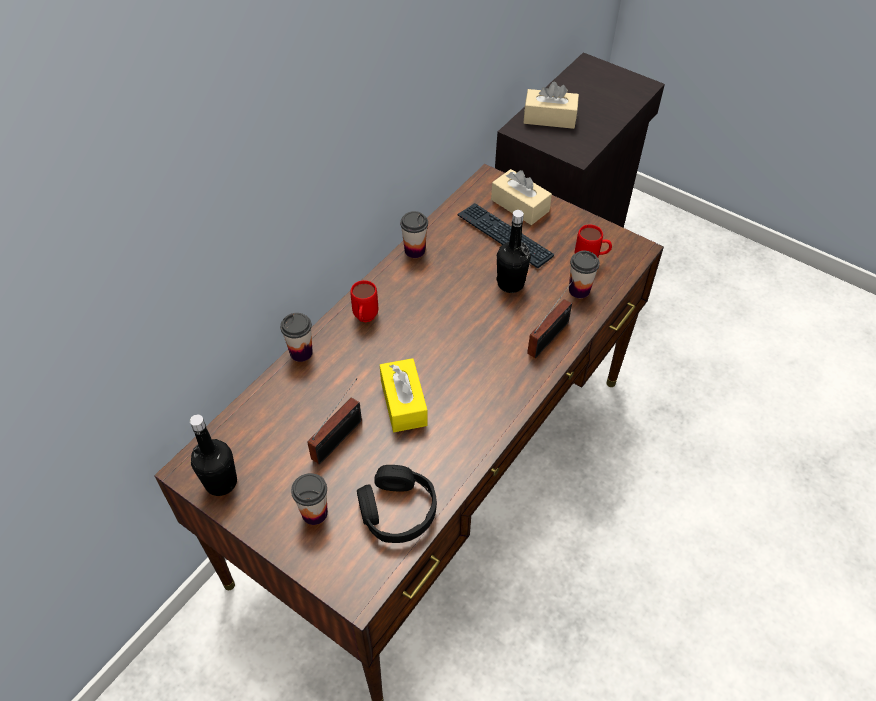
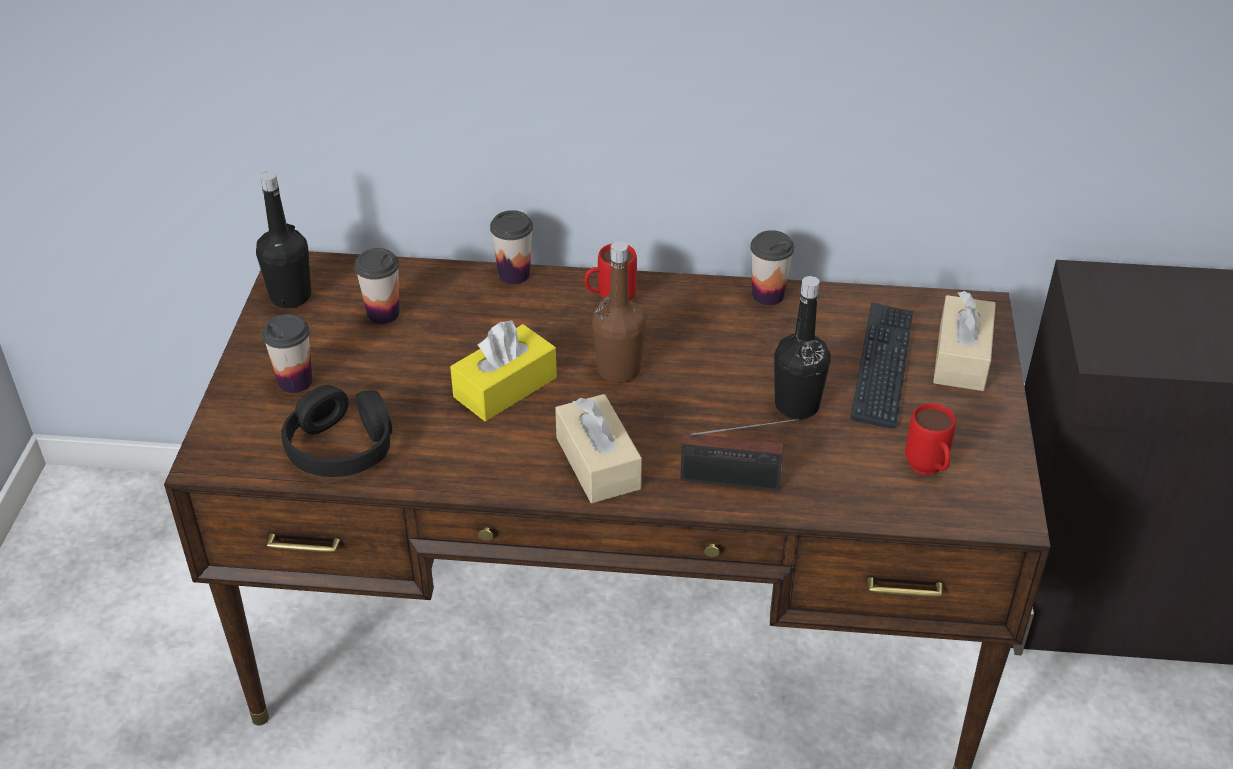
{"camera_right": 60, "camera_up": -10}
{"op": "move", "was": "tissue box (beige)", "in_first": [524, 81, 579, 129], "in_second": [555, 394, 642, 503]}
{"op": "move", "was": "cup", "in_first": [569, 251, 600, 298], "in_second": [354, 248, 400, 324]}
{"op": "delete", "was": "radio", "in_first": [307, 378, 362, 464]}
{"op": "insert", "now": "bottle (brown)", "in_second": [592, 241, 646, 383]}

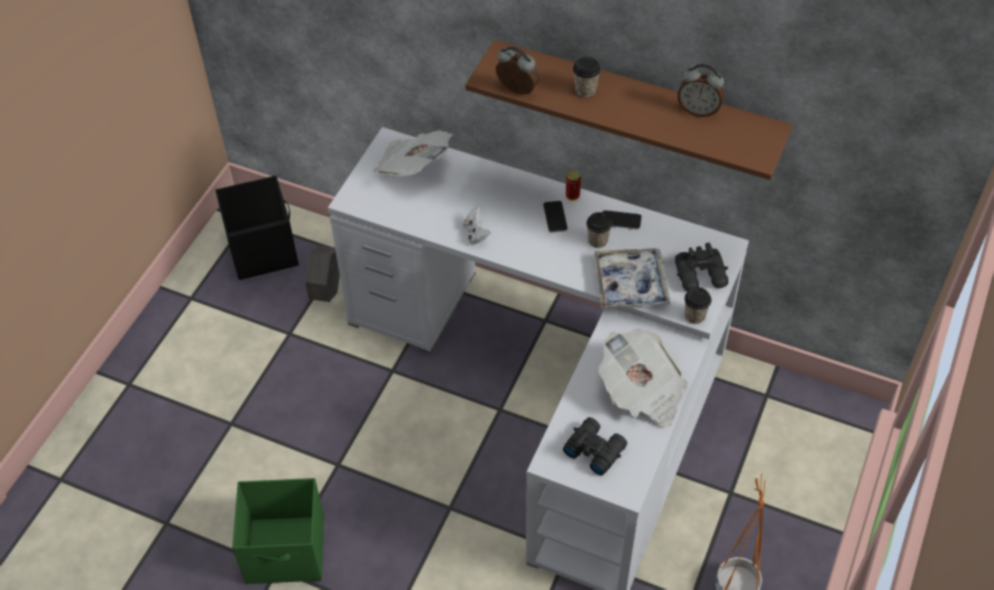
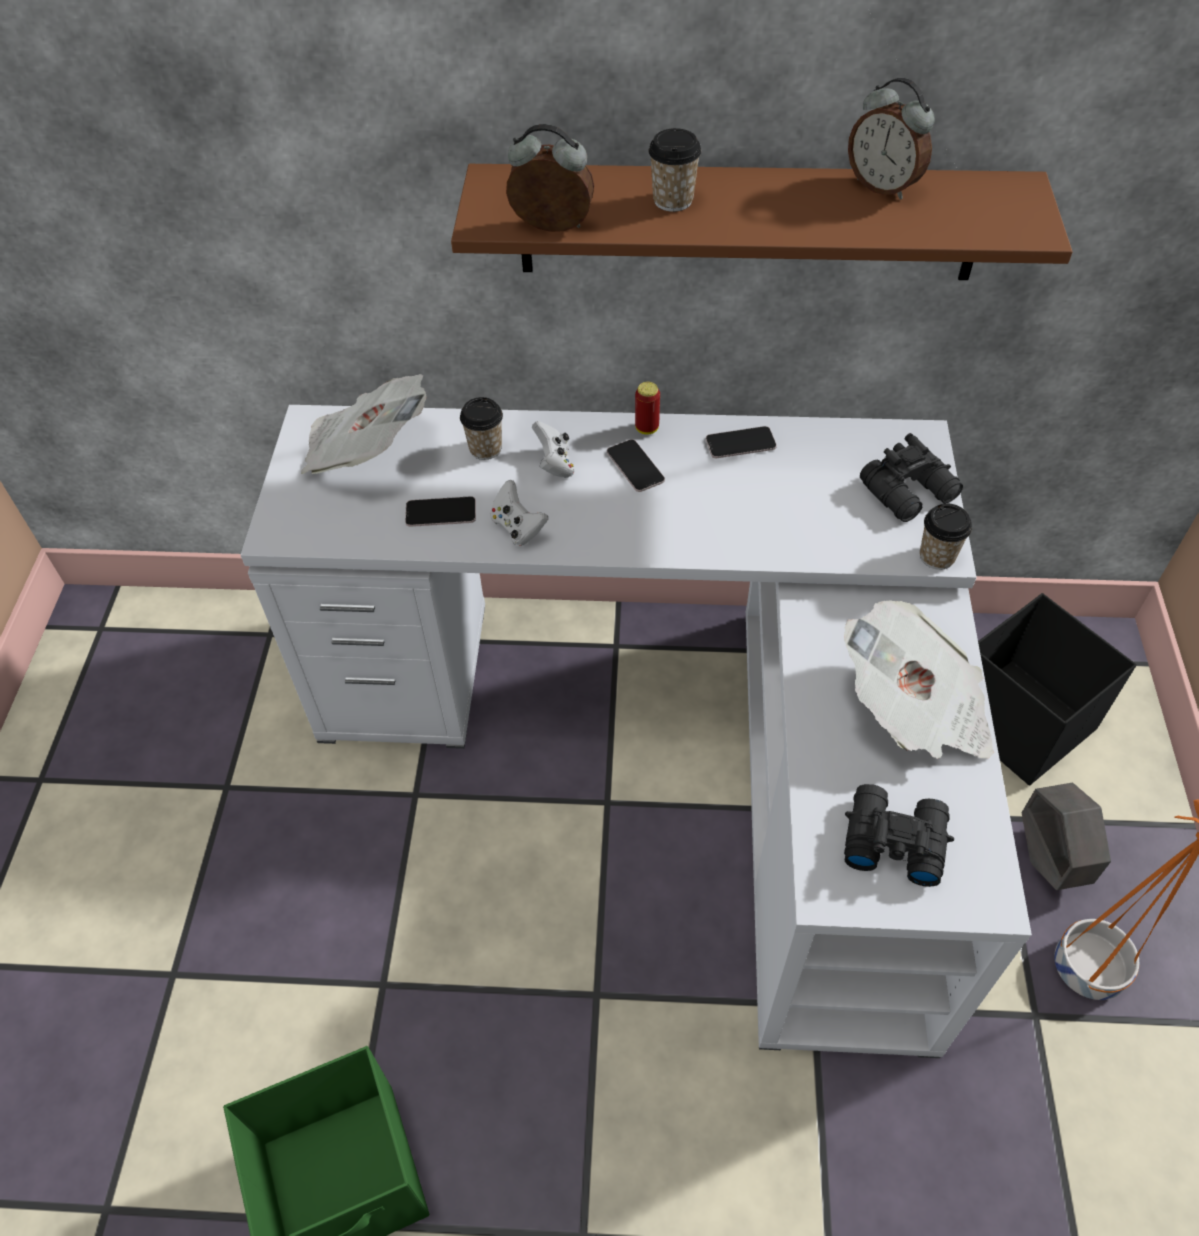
{"camera_right": -20, "camera_up": 0}
{"op": "rotate", "was": "alarm clock", "in_first": [678, 64, 724, 117], "in_second": [848, 78, 935, 200], "clockwise": 45}
{"op": "move", "was": "storage box (black)", "in_first": [215, 175, 299, 280], "in_second": [978, 593, 1136, 785]}
{"op": "move", "was": "cup", "in_first": [586, 212, 612, 248], "in_second": [460, 397, 503, 460]}
{"op": "move", "was": "planter (grey)", "in_first": [305, 245, 340, 302], "in_second": [1022, 783, 1111, 890]}
{"op": "delete", "was": "tray", "in_first": [594, 248, 670, 308]}
{"op": "insert", "now": "game controller (white)", "in_second": [532, 421, 574, 478]}
{"op": "insert", "now": "phone", "in_second": [405, 496, 476, 527]}

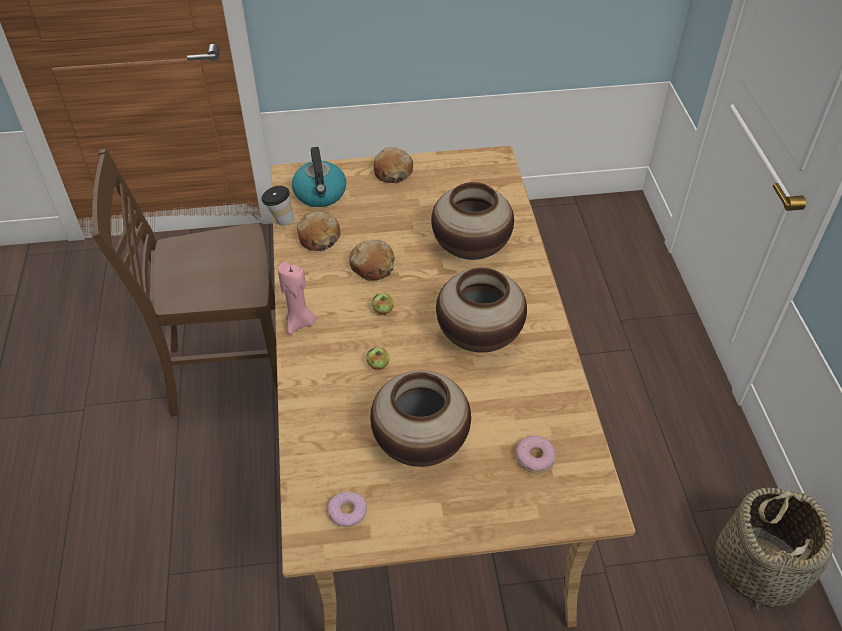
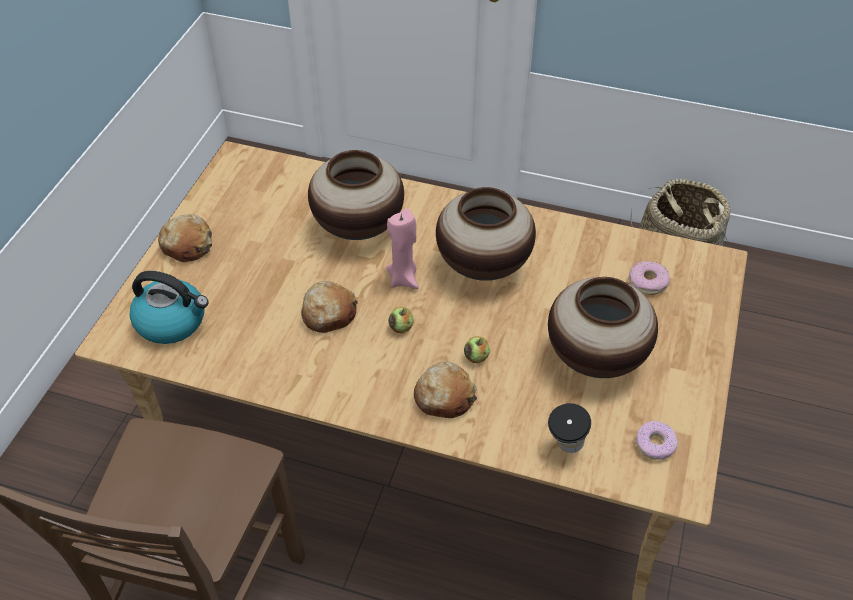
{"camera_right": -65, "camera_up": 0}
{"op": "move", "was": "cup", "in_first": [261, 186, 294, 226], "in_second": [548, 403, 591, 453]}
{"op": "move", "was": "bread", "in_first": [297, 212, 341, 251], "in_second": [414, 361, 477, 418]}
{"op": "move", "was": "candle (pink)", "in_first": [278, 262, 316, 334], "in_second": [386, 208, 419, 289]}

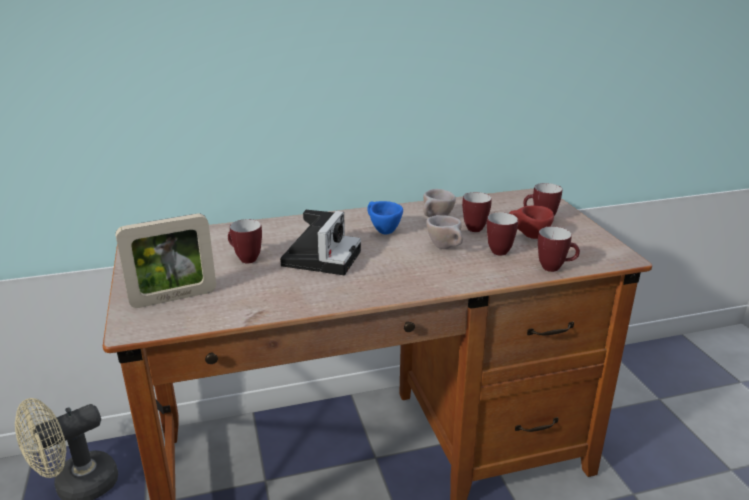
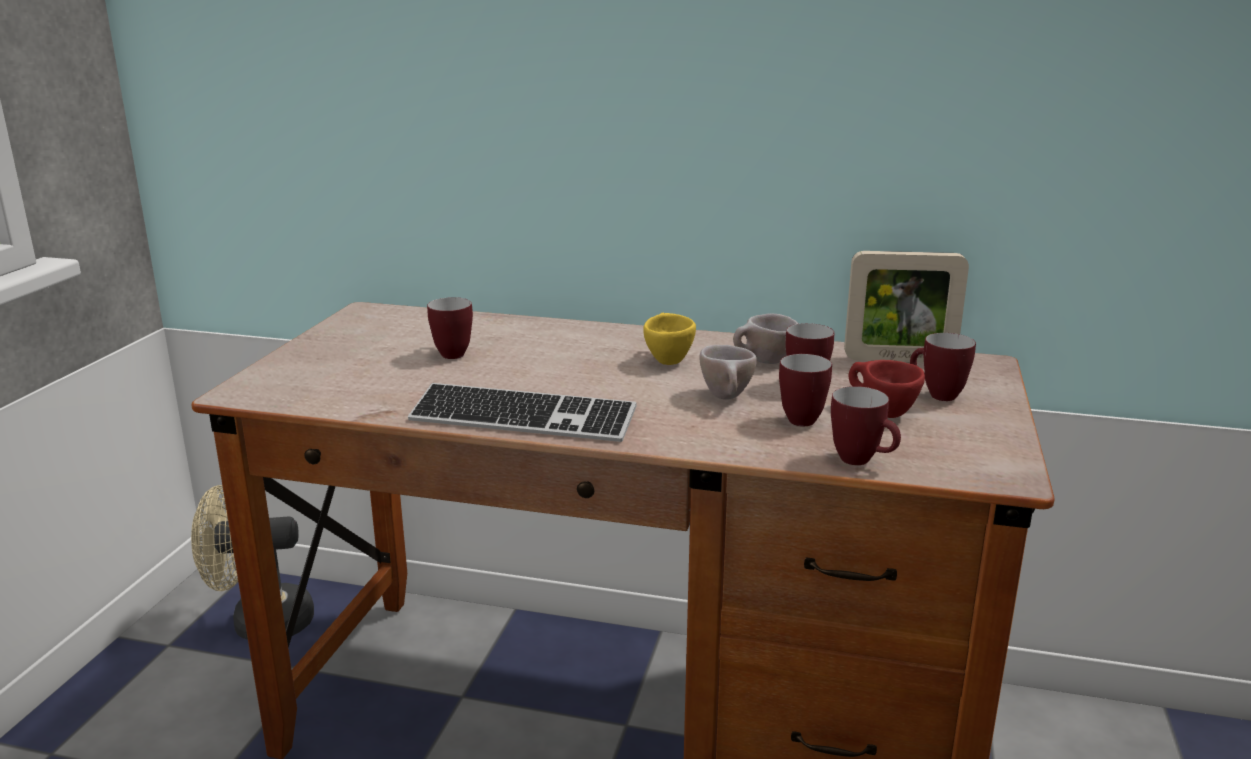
{"camera_right": 30, "camera_up": -5}
{"op": "recolor", "was": "cup (blue)", "now": "cup (yellow)", "in_first": [367, 201, 403, 234], "in_second": [644, 313, 696, 365]}
{"op": "delete", "was": "photo camera", "in_first": [280, 210, 361, 275]}
{"op": "move", "was": "picture frame", "in_first": [116, 213, 216, 308], "in_second": [844, 251, 969, 362]}
{"op": "insert", "now": "keyboard", "in_second": [408, 383, 637, 442]}

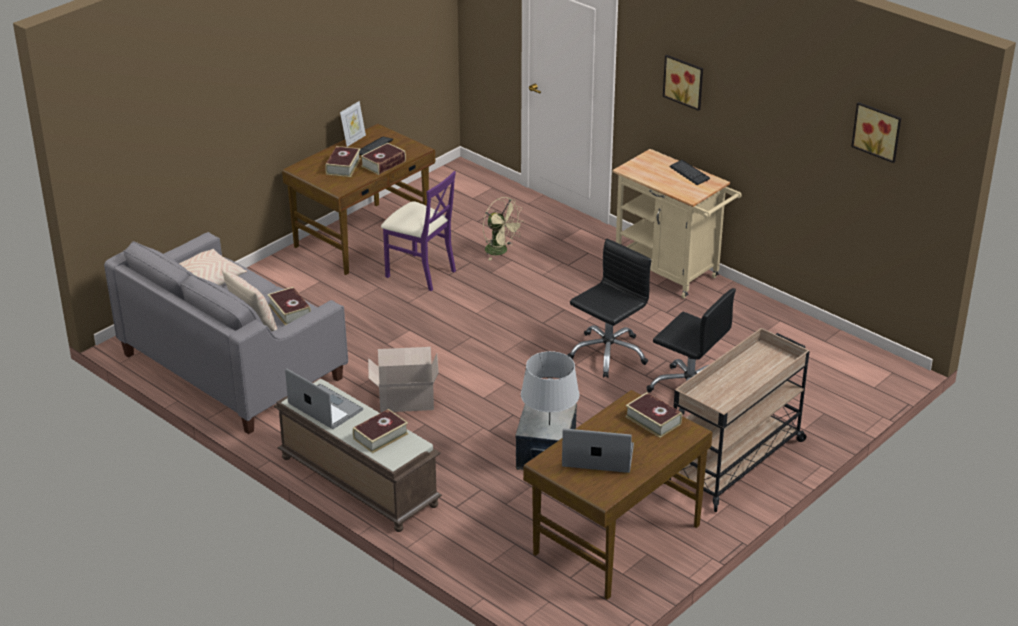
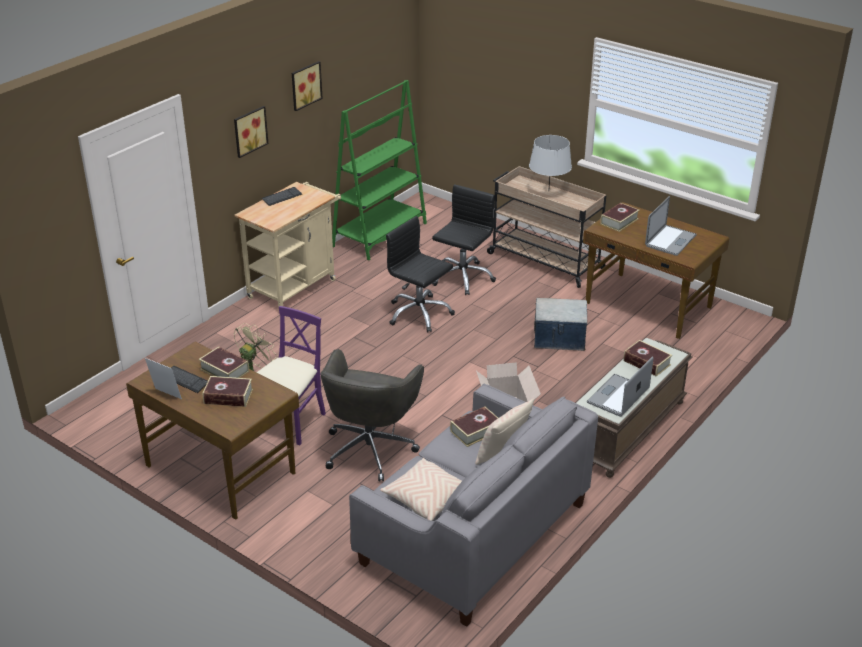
{"camera_right": -95, "camera_up": 0}
{"op": "move", "was": "picture", "in_first": [851, 102, 901, 163], "in_second": [292, 61, 323, 111]}
{"op": "move", "was": "table lamp (grey)", "in_first": [521, 351, 579, 425], "in_second": [529, 135, 572, 186]}
{"op": "rotate", "was": "laptop", "in_first": [562, 428, 634, 473], "in_second": [645, 196, 697, 256], "clockwise": -150}
{"op": "insert", "now": "bookcase (green)", "in_second": [332, 80, 427, 260]}
{"op": "insert", "now": "office chair (grey)", "in_second": [320, 349, 424, 481]}

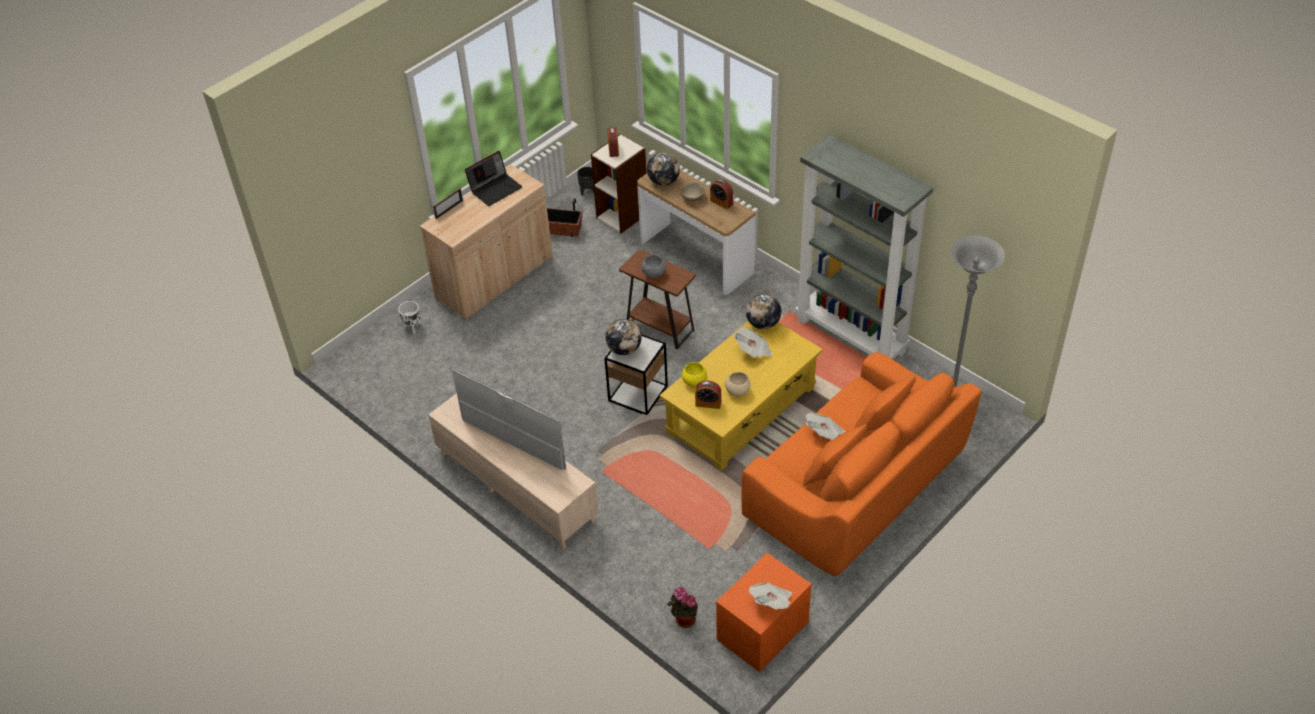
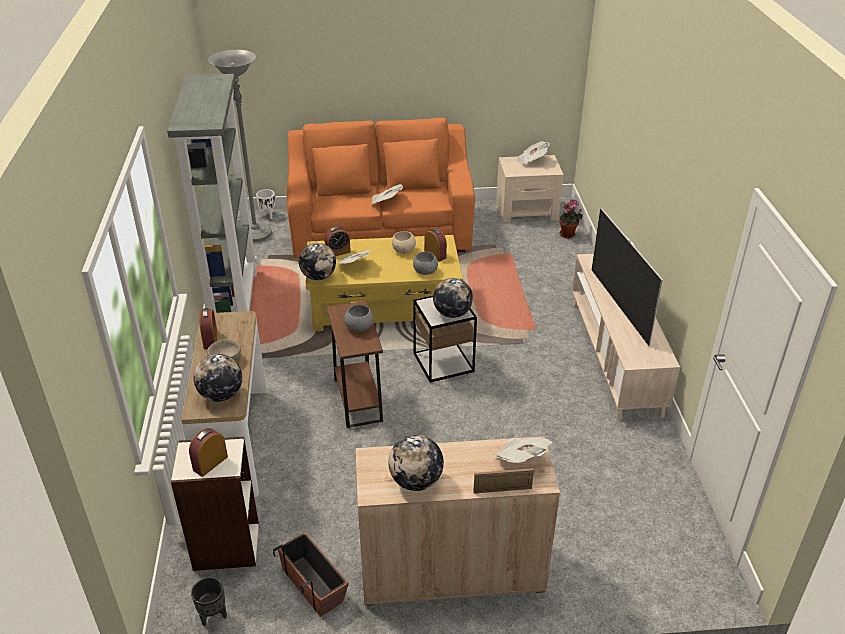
{"camera_right": -140, "camera_up": -10}
{"op": "replace", "was": "laptop", "now": "globe", "in_first": [465, 151, 522, 206], "in_second": [389, 435, 444, 491]}
{"op": "move", "was": "planter (white)", "in_first": [398, 301, 420, 334], "in_second": [256, 189, 275, 219]}
{"op": "recolor", "was": "bowl (yellow)", "now": "bowl (grey)", "in_first": [682, 362, 707, 387], "in_second": [413, 252, 438, 275]}
{"op": "recolor", "was": "nightstand (orange)", "now": "nightstand (beige)", "in_first": [716, 553, 811, 672], "in_second": [496, 155, 564, 223]}
{"op": "insert", "now": "alarm clock", "in_second": [324, 226, 351, 256]}
{"op": "insert", "now": "newspaper", "in_second": [494, 437, 552, 463]}

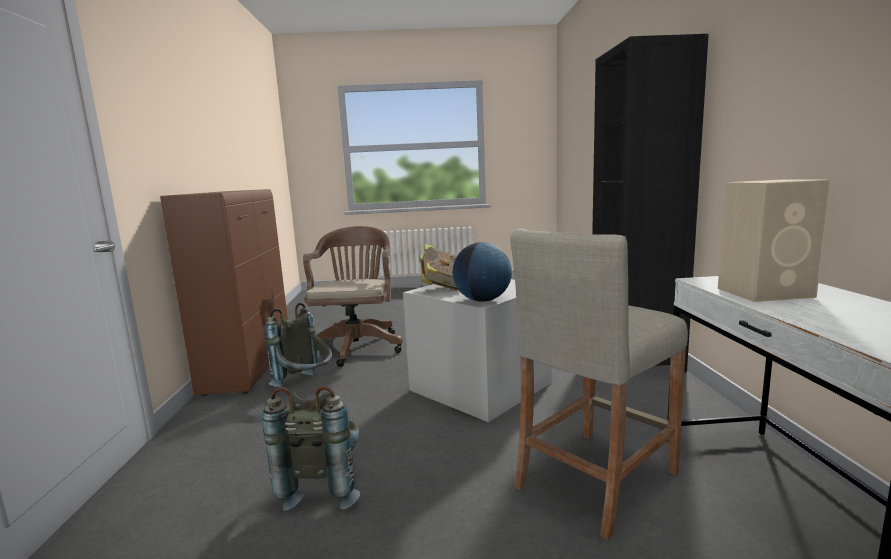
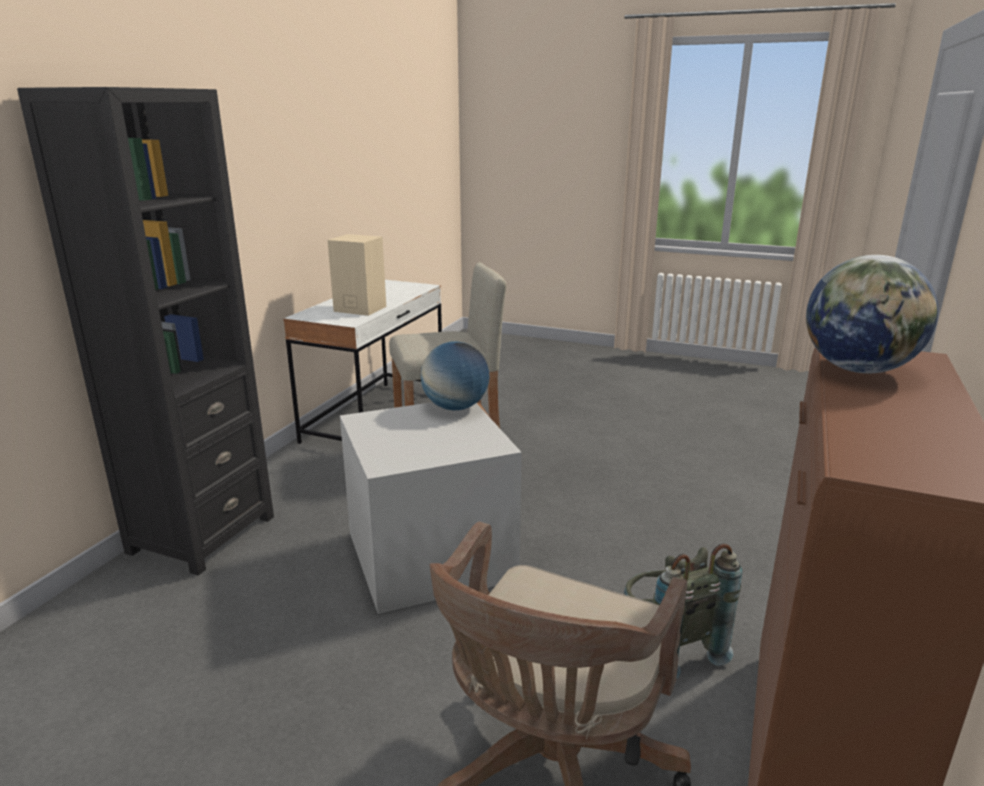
{"camera_right": -155, "camera_up": 10}
{"op": "delete", "was": "book", "in_first": [419, 244, 458, 291]}
{"op": "delete", "was": "backpack (grey)", "in_first": [262, 386, 361, 511]}
{"op": "insert", "now": "globe", "in_second": [806, 255, 938, 373]}

